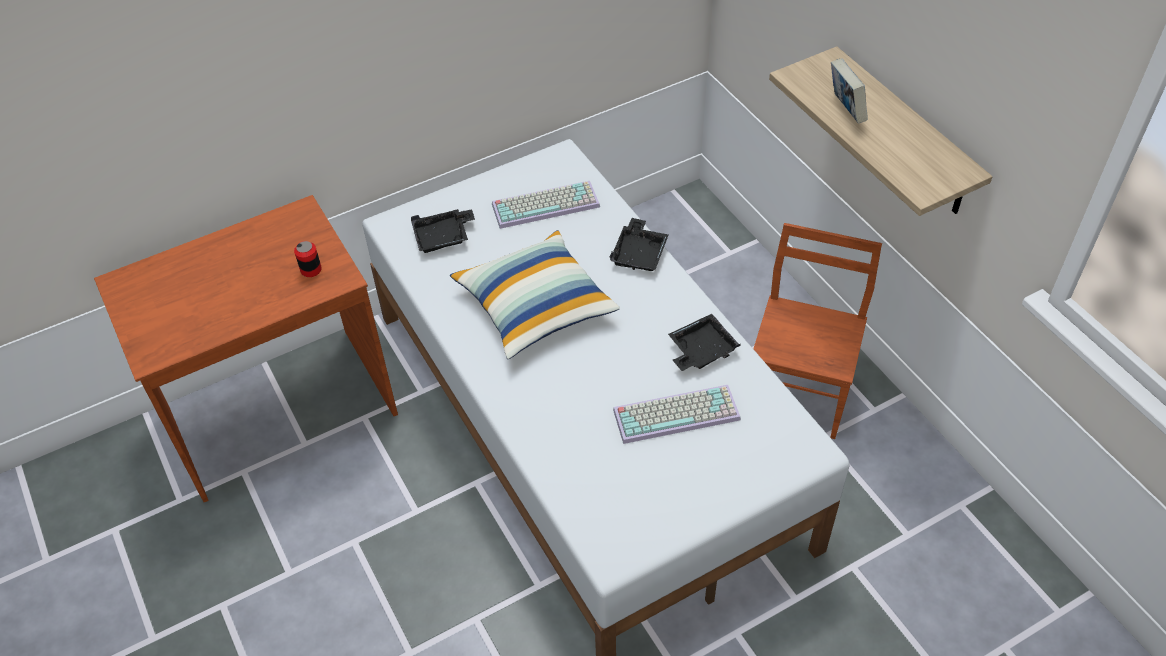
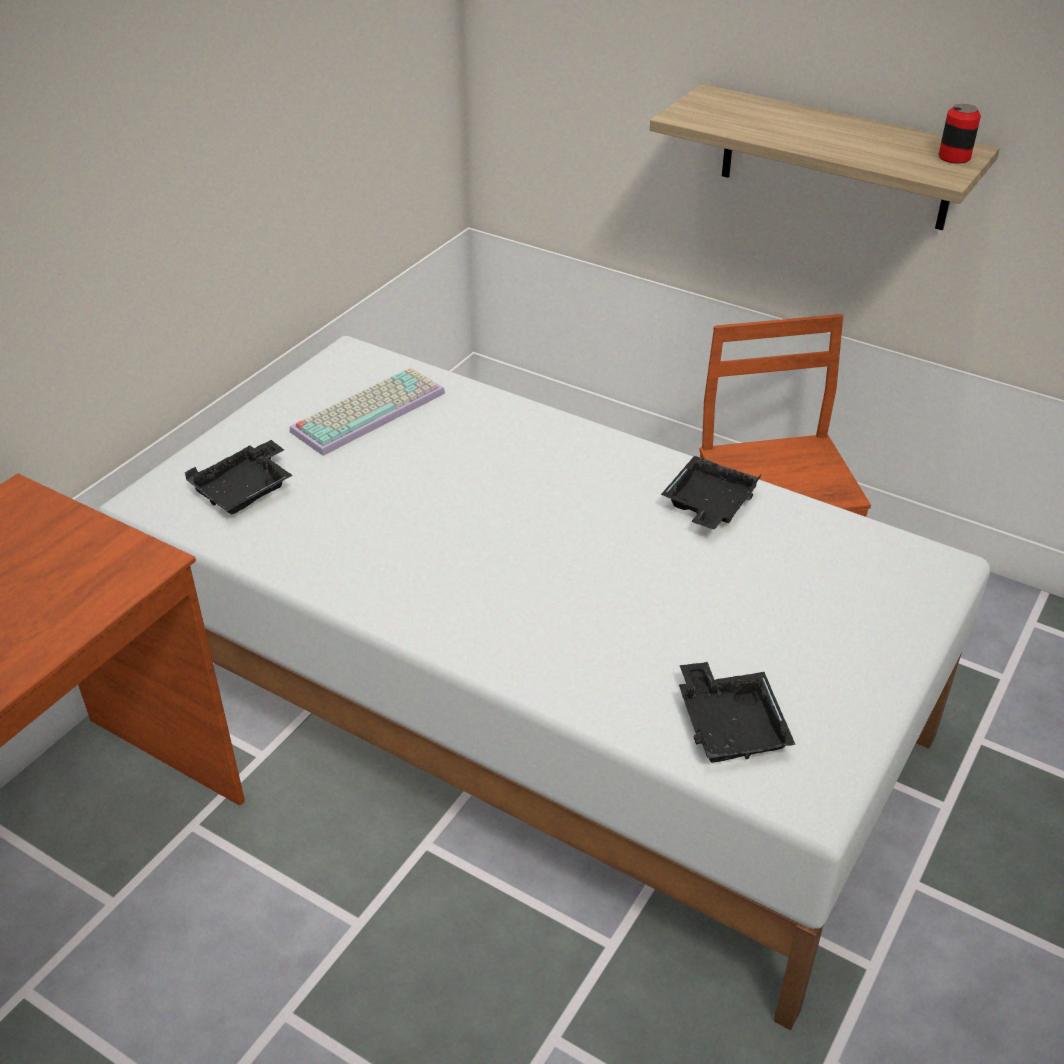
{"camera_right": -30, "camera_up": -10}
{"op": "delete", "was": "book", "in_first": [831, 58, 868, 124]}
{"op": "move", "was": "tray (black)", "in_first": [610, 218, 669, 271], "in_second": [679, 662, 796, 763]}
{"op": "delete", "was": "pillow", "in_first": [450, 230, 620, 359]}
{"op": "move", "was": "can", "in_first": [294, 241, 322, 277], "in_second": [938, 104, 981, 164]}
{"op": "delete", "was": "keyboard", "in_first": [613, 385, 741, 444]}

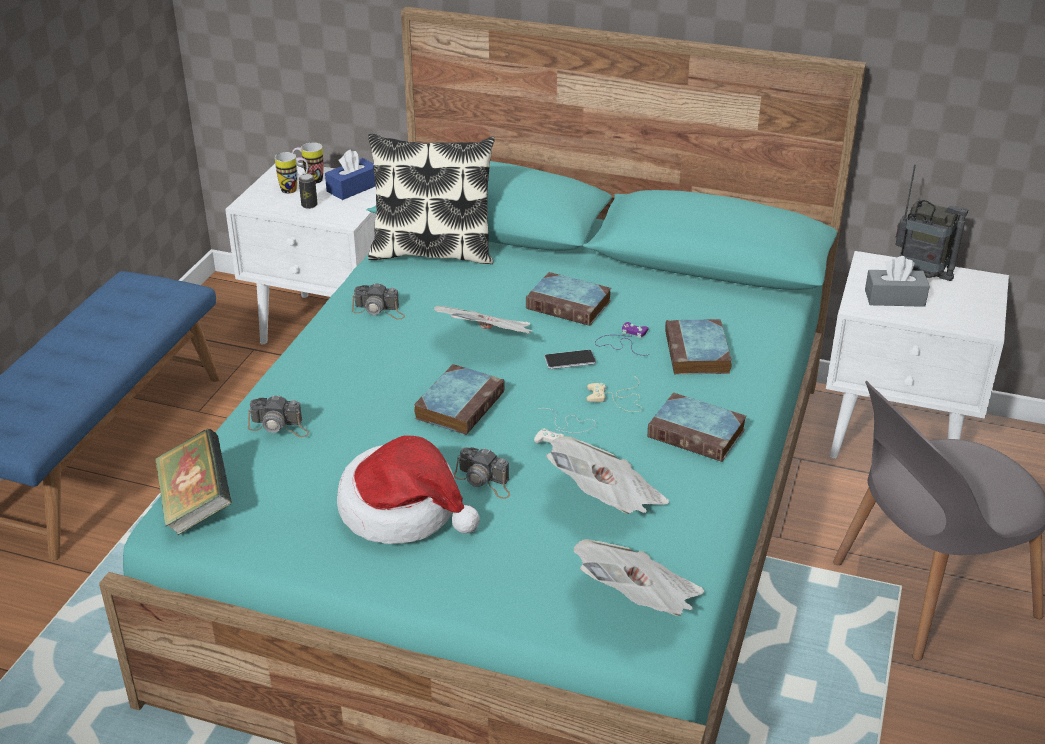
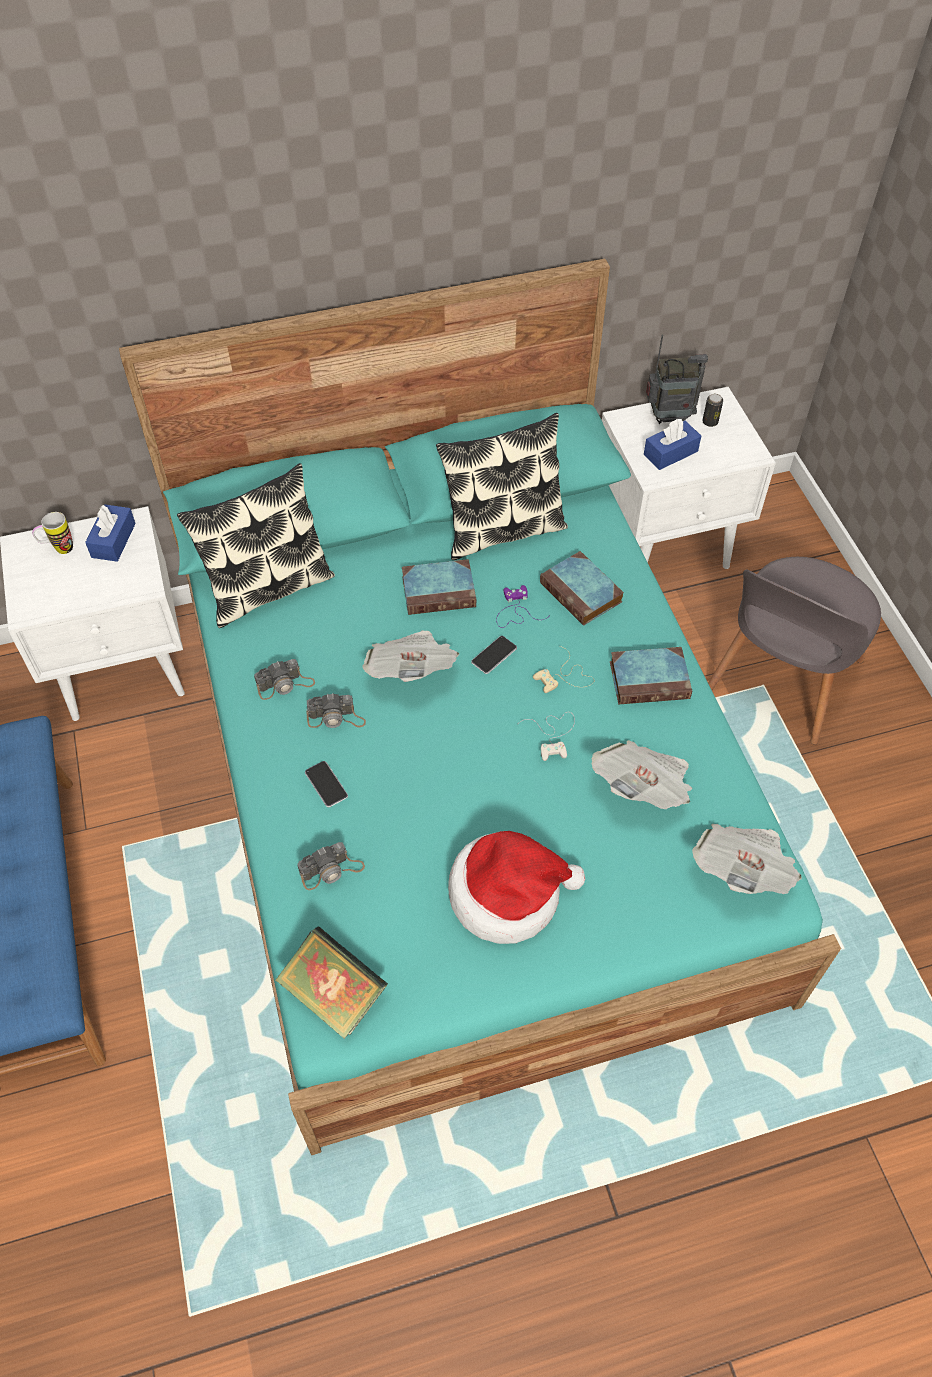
{"camera_right": -35, "camera_up": 20}
{"op": "delete", "was": "mug", "in_first": [275, 152, 308, 194]}
{"op": "move", "was": "can", "in_first": [299, 174, 318, 209], "in_second": [702, 394, 723, 427]}
{"op": "recolor", "was": "tissue box (grey)", "now": "tissue box (blue)", "in_first": [865, 256, 930, 307], "in_second": [644, 419, 701, 470]}
{"op": "delete", "was": "book", "in_first": [414, 364, 505, 435]}
{"op": "move", "was": "photo camera", "in_first": [454, 447, 510, 499], "in_second": [306, 693, 366, 728]}
{"op": "insert", "now": "pillow", "in_second": [436, 413, 568, 560]}
{"op": "insert", "now": "phone", "in_second": [305, 761, 348, 807]}

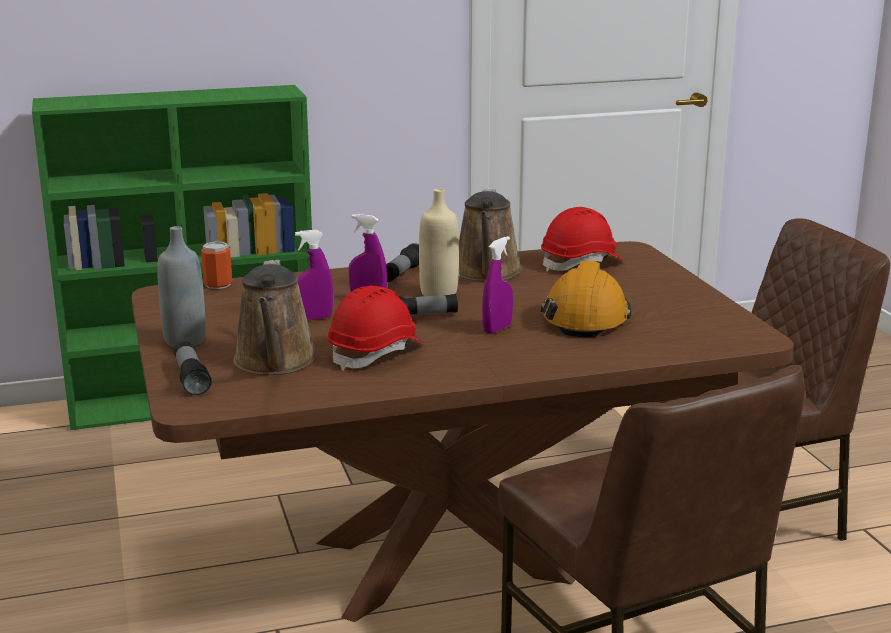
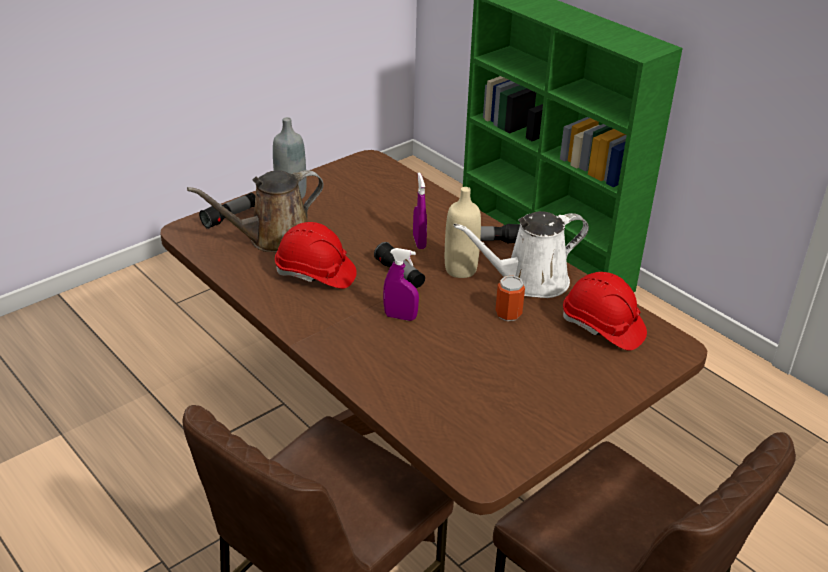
{"camera_right": 65, "camera_up": 15}
{"op": "recolor", "was": "watering can (brown)", "now": "watering can (white)", "in_first": [459, 189, 522, 282], "in_second": [453, 211, 589, 298]}
{"op": "delete", "was": "spray bottle (purple)", "in_first": [295, 230, 333, 320]}
{"op": "move", "was": "can", "in_first": [201, 241, 232, 289], "in_second": [496, 276, 525, 321]}
{"op": "delete", "was": "hard hat (orange)", "in_first": [541, 261, 631, 337]}

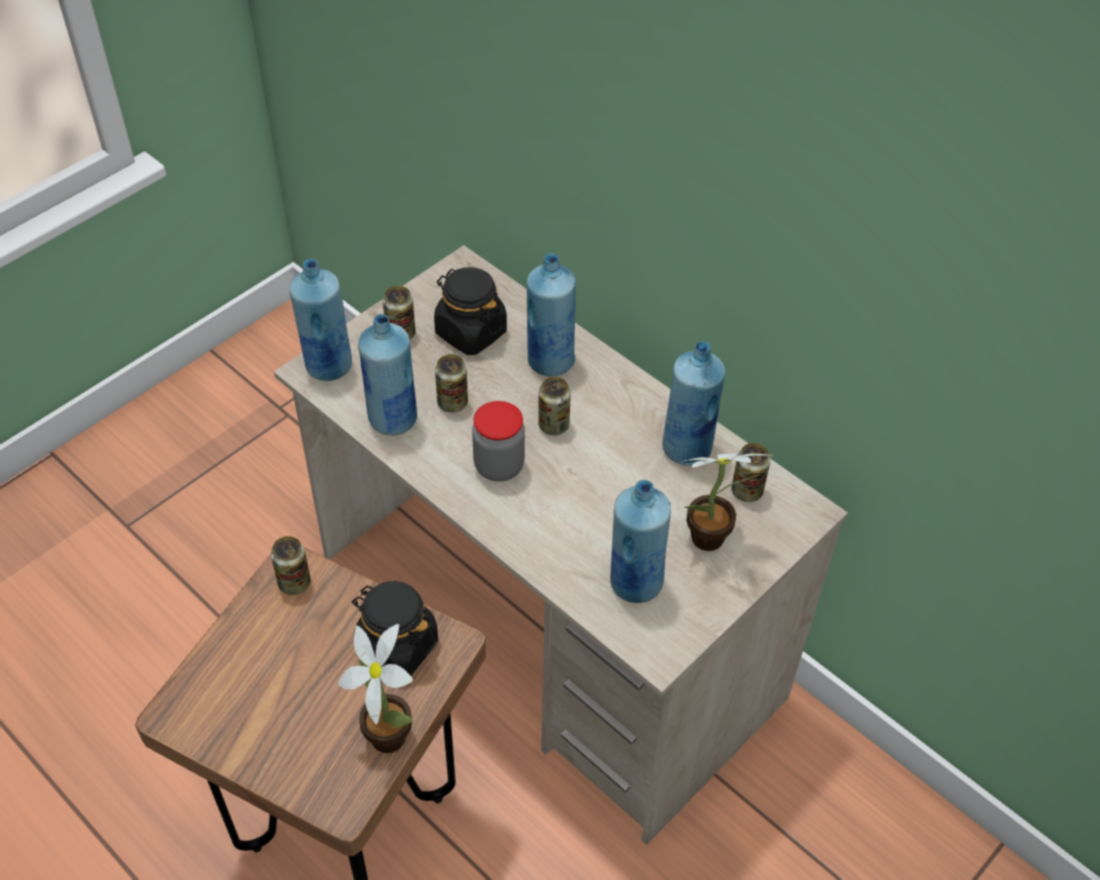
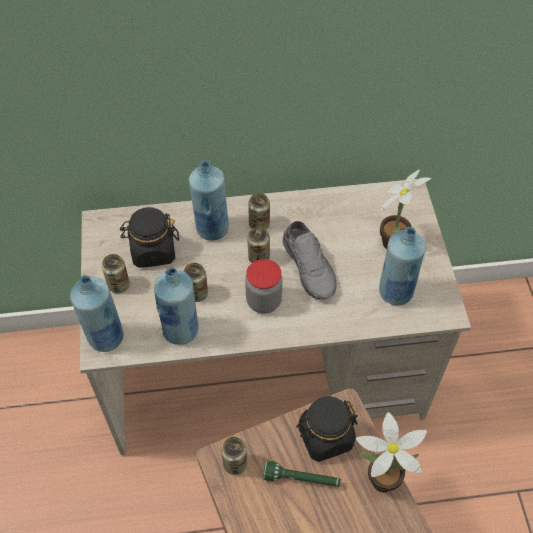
{"camera_right": -50, "camera_up": 5}
{"op": "delete", "was": "bottle (blue)", "in_first": [662, 341, 725, 465]}
{"op": "move", "was": "can", "in_first": [731, 443, 771, 502], "in_second": [248, 193, 270, 230]}
{"op": "insert", "now": "shoe (grey)", "in_second": [282, 221, 337, 300]}
{"op": "insert", "now": "flashlight (green)", "in_second": [263, 460, 341, 487]}

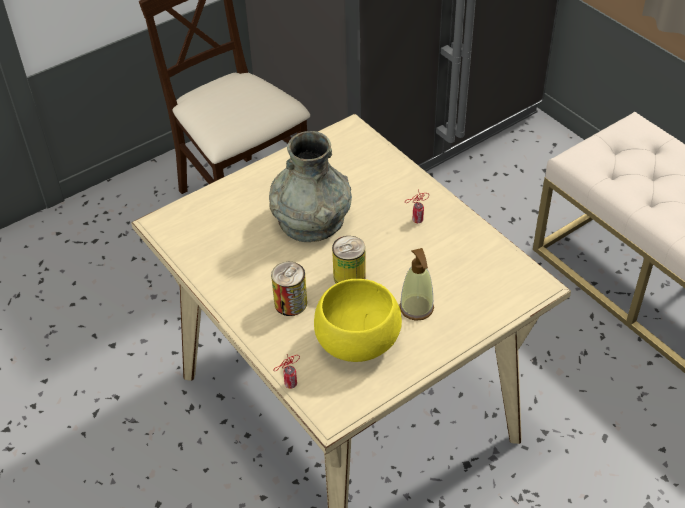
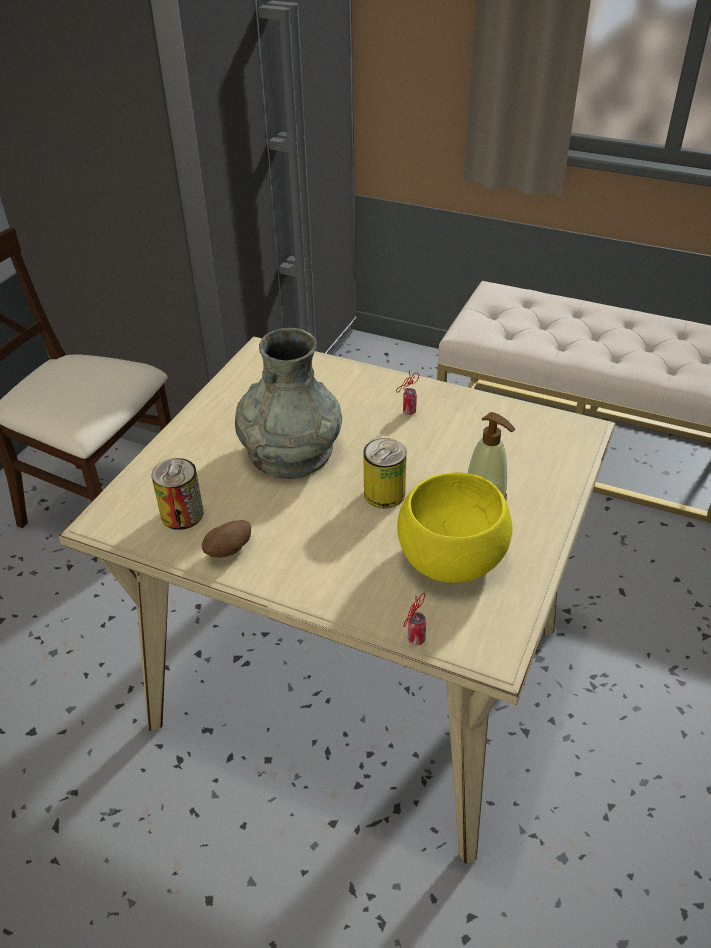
{"camera_right": -30, "camera_up": -5}
{"op": "move", "was": "can", "in_first": [271, 262, 307, 316], "in_second": [152, 458, 204, 530]}
{"op": "insert", "now": "potato", "in_second": [202, 520, 251, 558]}

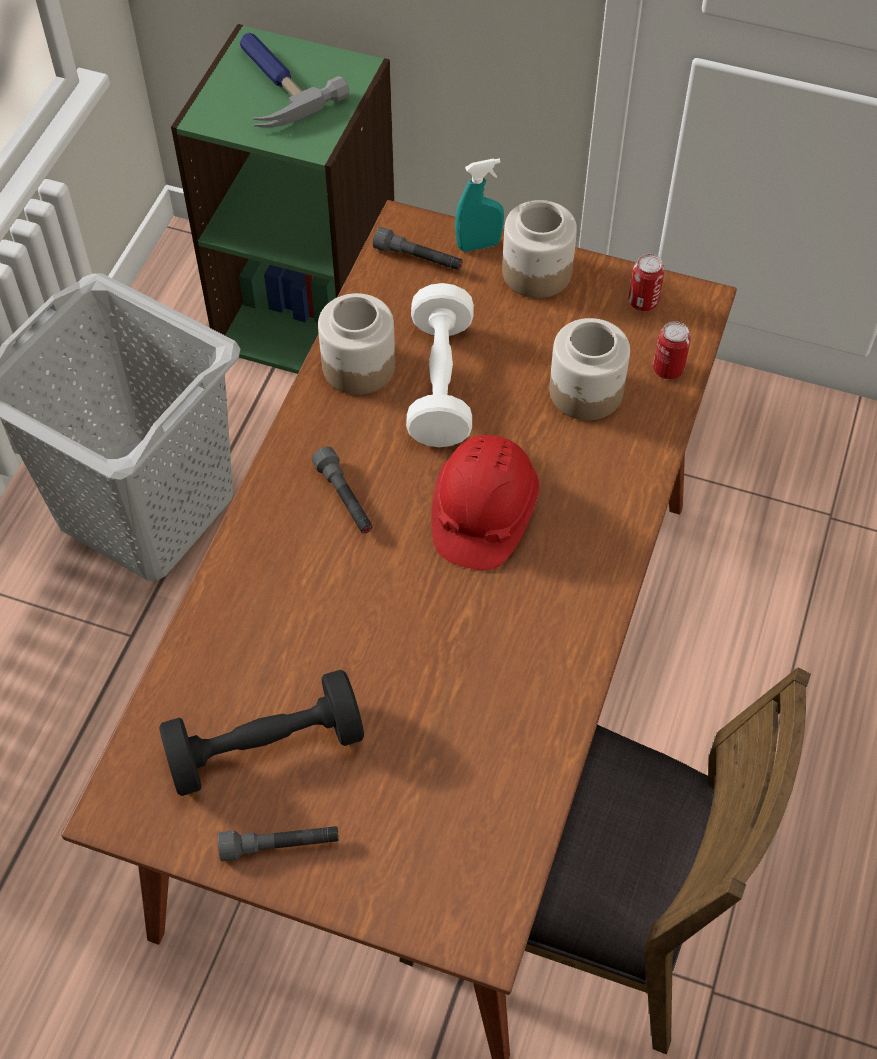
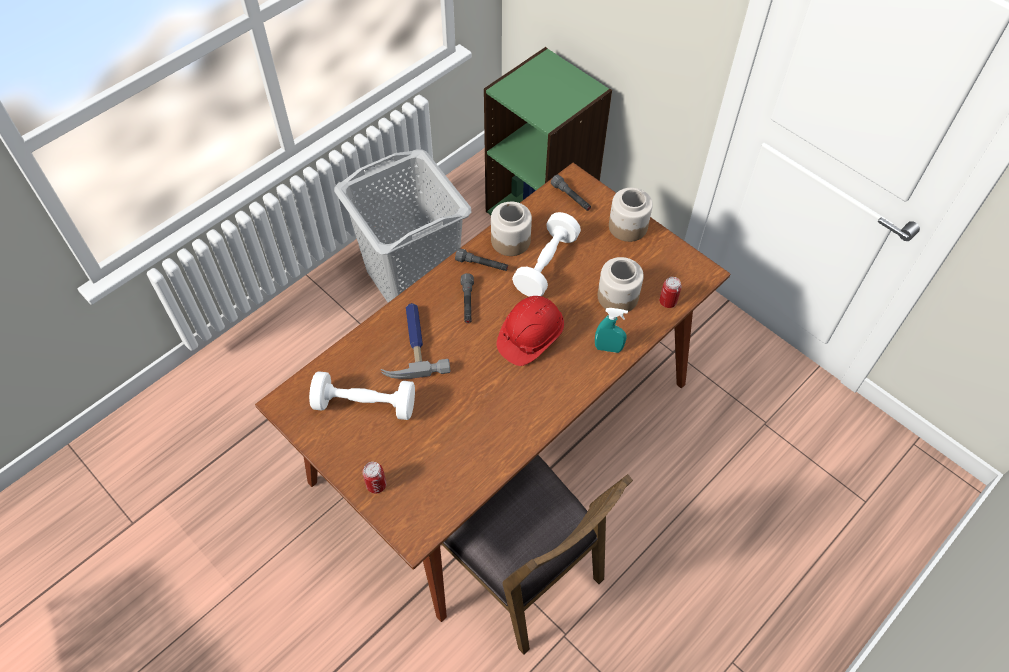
{"camera_right": 25, "camera_up": 0}
{"op": "move", "was": "hammer", "in_first": [239, 33, 350, 127], "in_second": [381, 303, 451, 379]}
{"op": "move", "was": "spray bottle (turquoise)", "in_first": [455, 158, 504, 252], "in_second": [595, 308, 628, 353]}
{"op": "move", "was": "can", "in_first": [628, 254, 664, 311], "in_second": [363, 462, 386, 494]}
{"op": "recolor", "was": "dumbbell (black)", "now": "dumbbell (white)", "in_first": [159, 670, 364, 796], "in_second": [309, 371, 415, 420]}
{"op": "move", "was": "flashlight (grey)", "in_first": [218, 826, 339, 861], "in_second": [455, 248, 508, 271]}

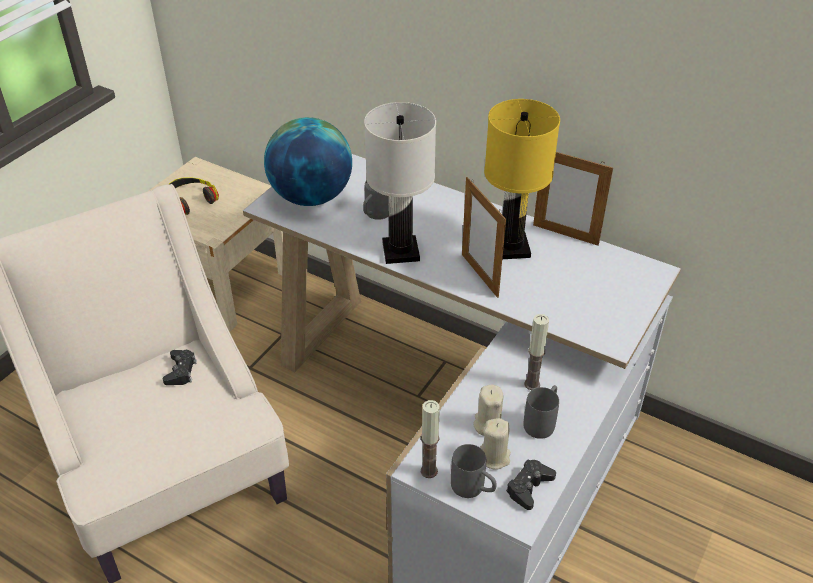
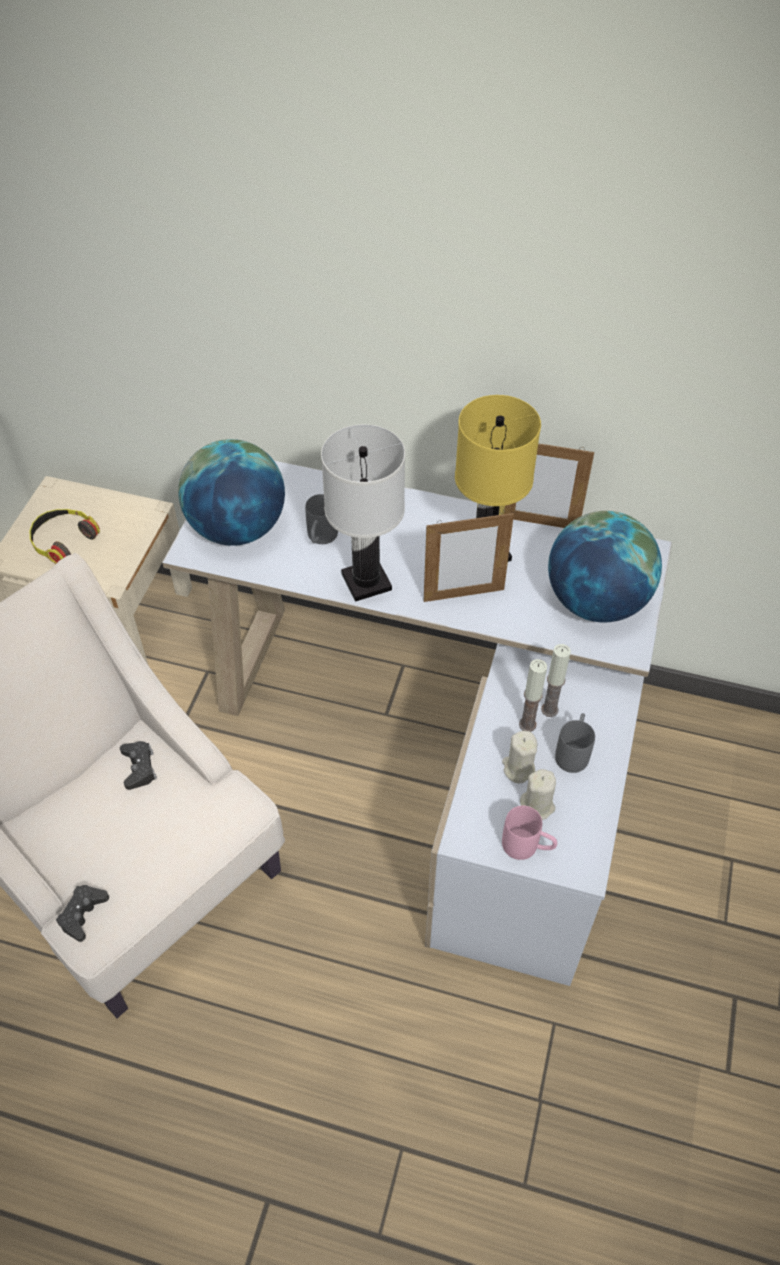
{"camera_right": -15, "camera_up": 10}
{"op": "rotate", "was": "picture frame", "in_first": [462, 177, 506, 298], "in_second": [424, 512, 514, 602], "clockwise": -60}
{"op": "move", "was": "candle", "in_first": [421, 400, 440, 478], "in_second": [519, 659, 547, 732]}
{"op": "recolor", "was": "mug (grey)", "now": "mug (pink)", "in_first": [451, 444, 497, 498], "in_second": [502, 806, 557, 860]}
{"op": "move", "was": "game controller (black)", "in_first": [506, 460, 556, 510], "in_second": [56, 885, 109, 942]}
{"op": "insert", "now": "globe", "in_second": [548, 511, 662, 622]}

